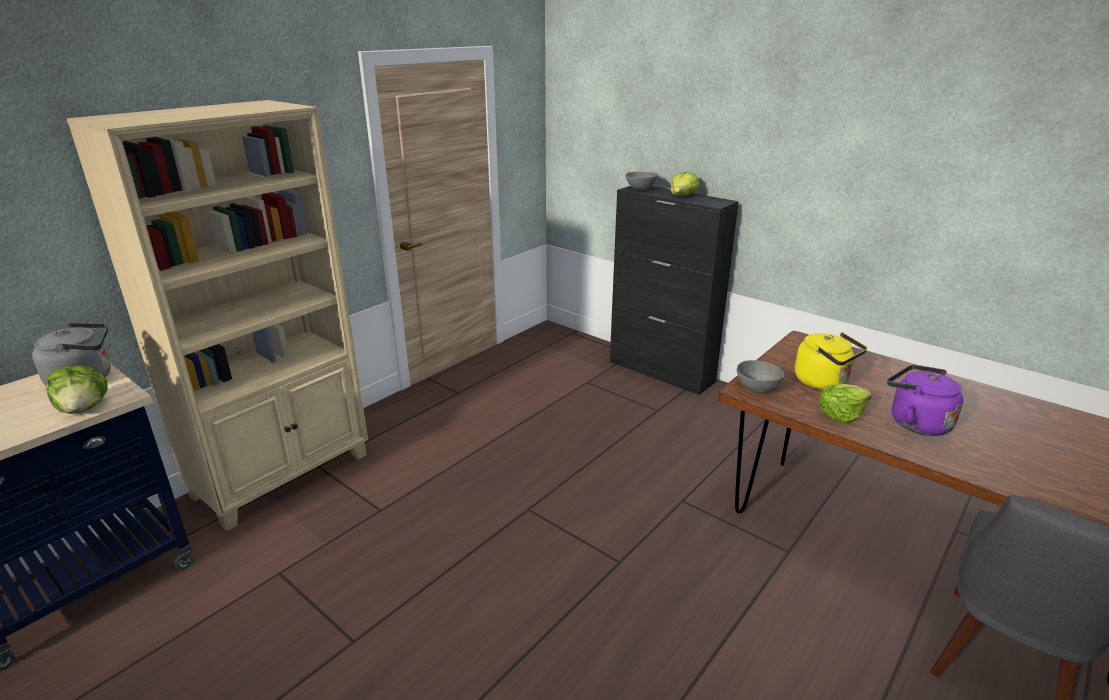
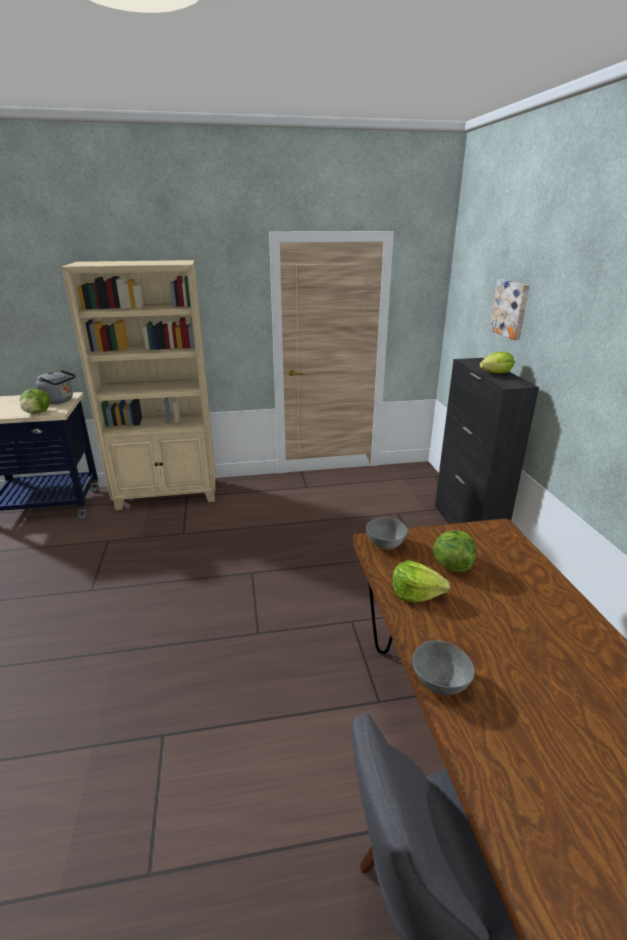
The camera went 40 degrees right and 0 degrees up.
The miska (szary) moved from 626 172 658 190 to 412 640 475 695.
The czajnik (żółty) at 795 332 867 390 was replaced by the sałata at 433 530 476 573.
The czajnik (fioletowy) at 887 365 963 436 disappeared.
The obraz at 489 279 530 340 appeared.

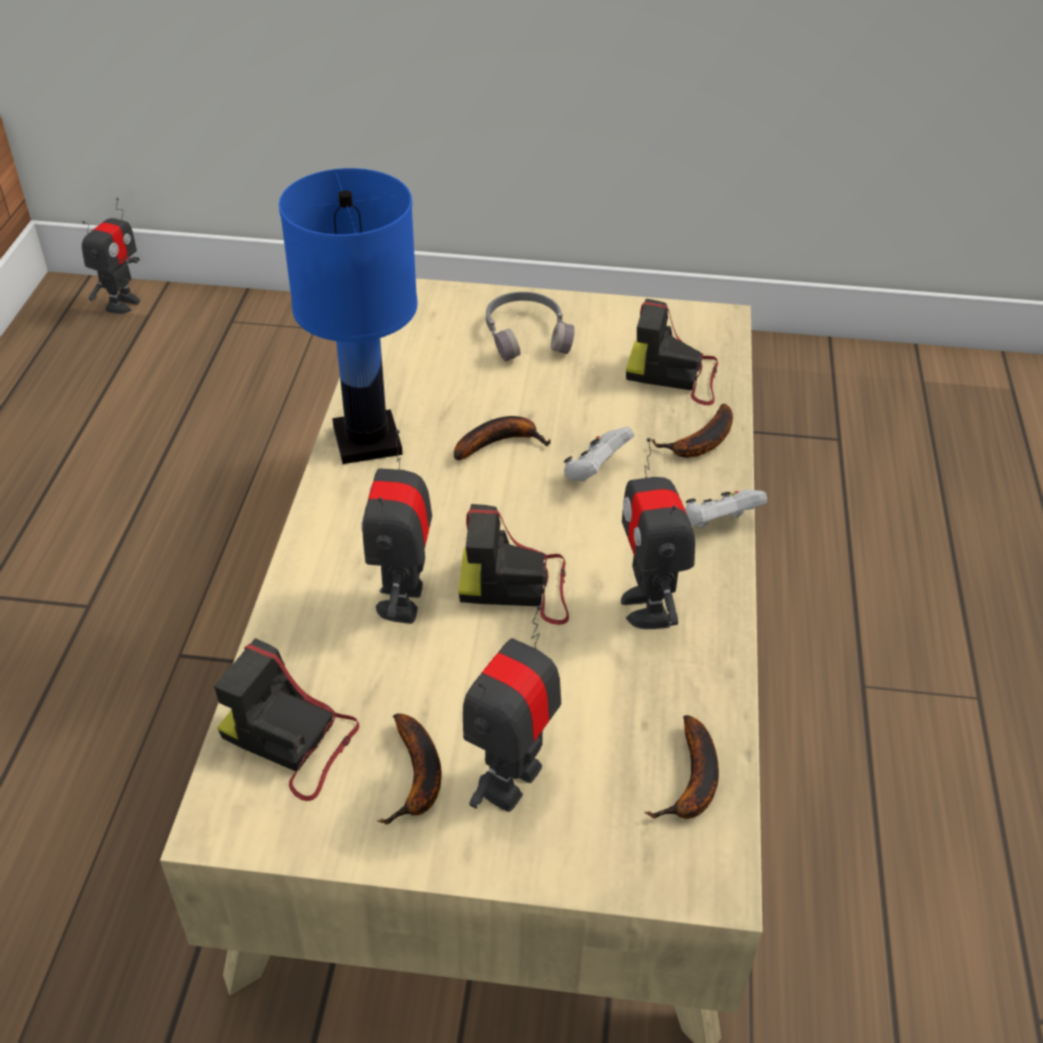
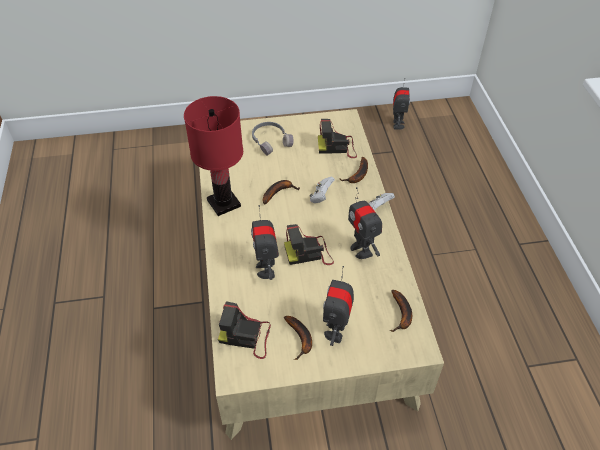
The camera went 15 degrees left and 5 degrees up.
The lampa stołowa (niebieski) at 279 168 418 464 became the lampa stołowa (czerwony) at 184 96 243 216.
The robot zabawkowy moved from 82 198 140 314 to 393 78 410 130.

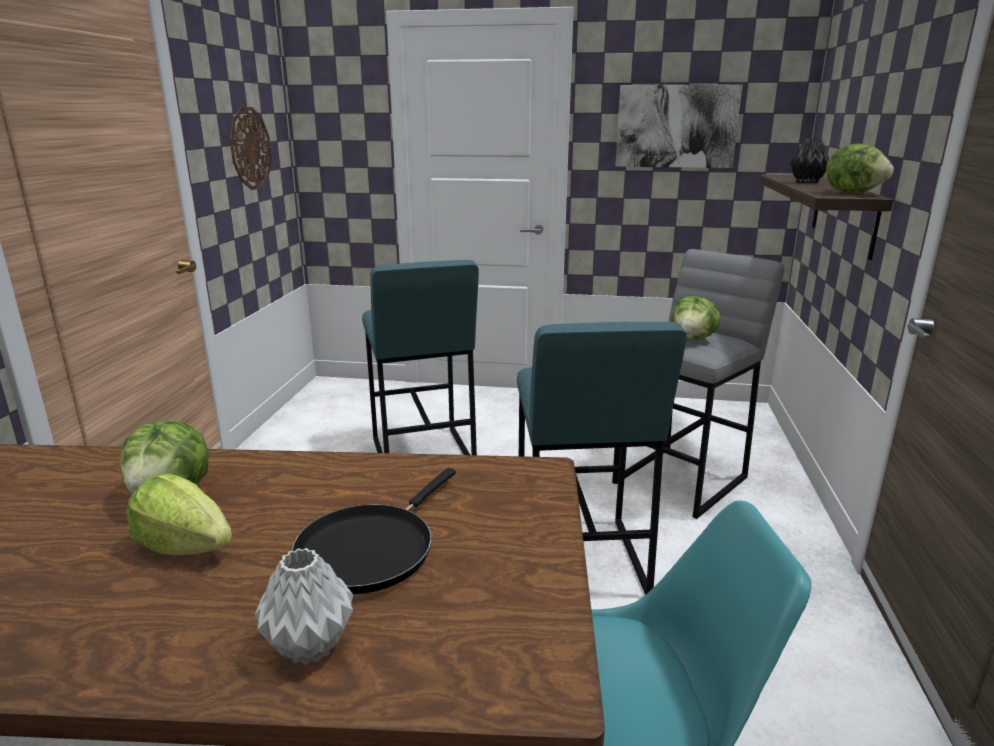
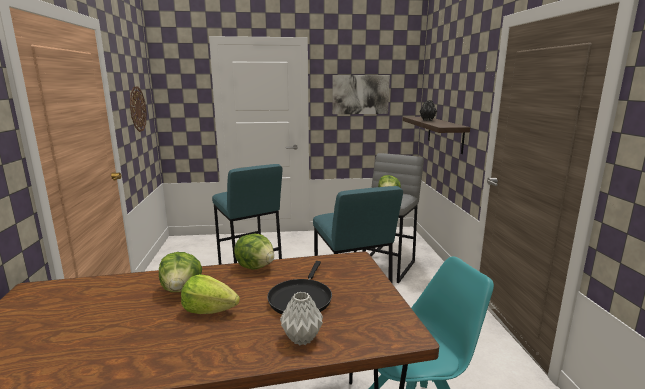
The camera went 15 degrees left and 5 degrees down.
The sałata moved from 826 143 894 193 to 234 234 274 270.

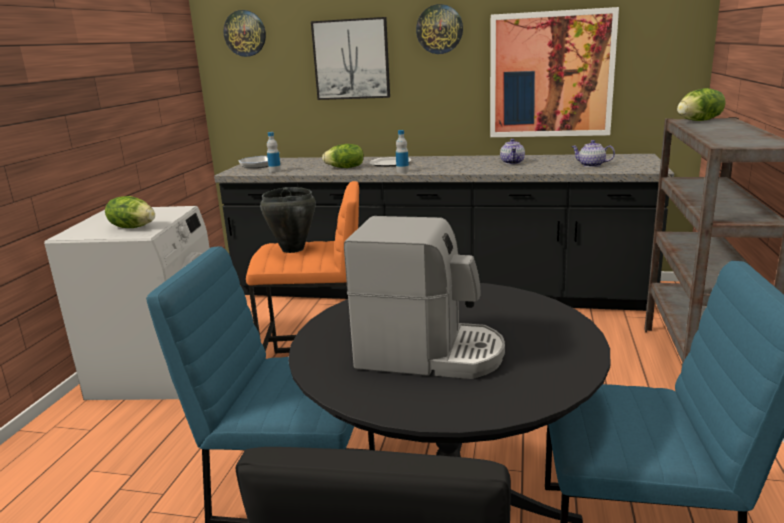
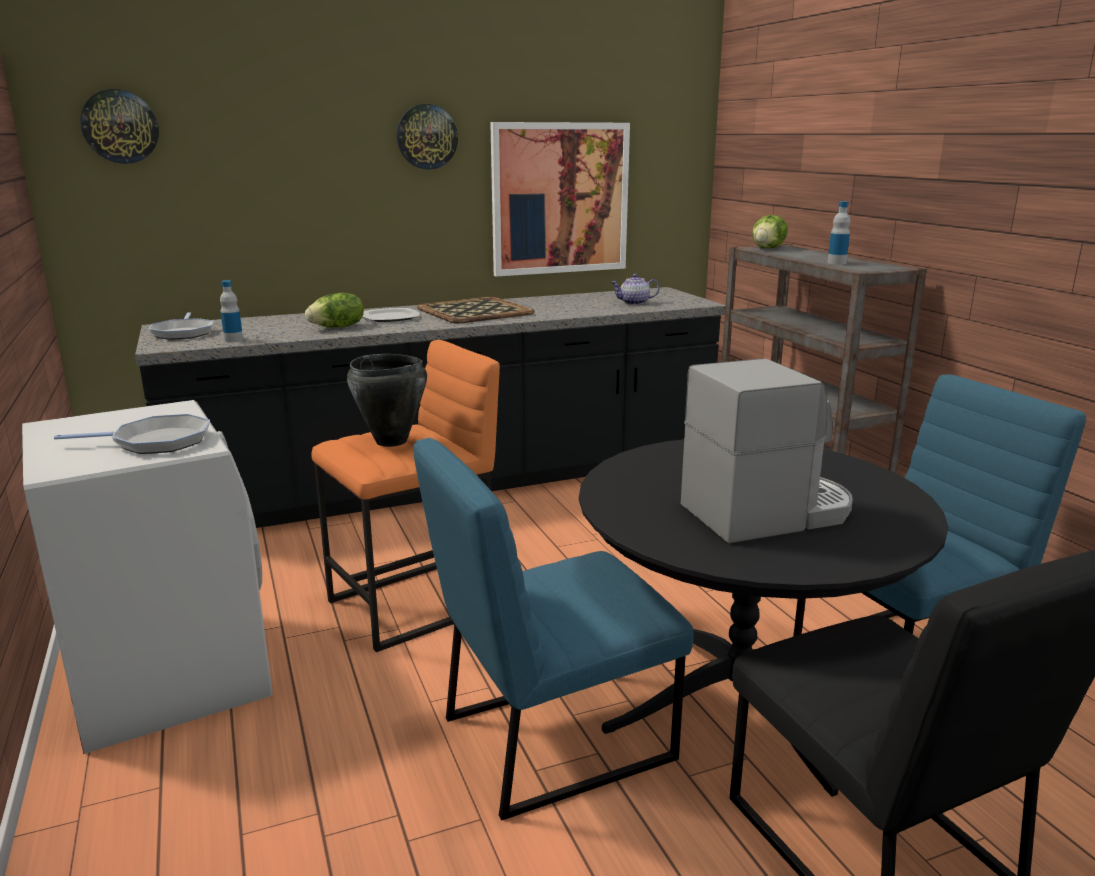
The camera went 35 degrees left and 0 degrees up.
The obraz at 311 17 390 100 disappeared.
The butelka moved from 396 130 409 173 to 828 201 850 264.
The imbryk at 500 139 525 164 disappeared.
The sałata at 105 196 155 228 was replaced by the patelnia at 54 414 210 454.
The taca at 417 297 534 323 appeared.

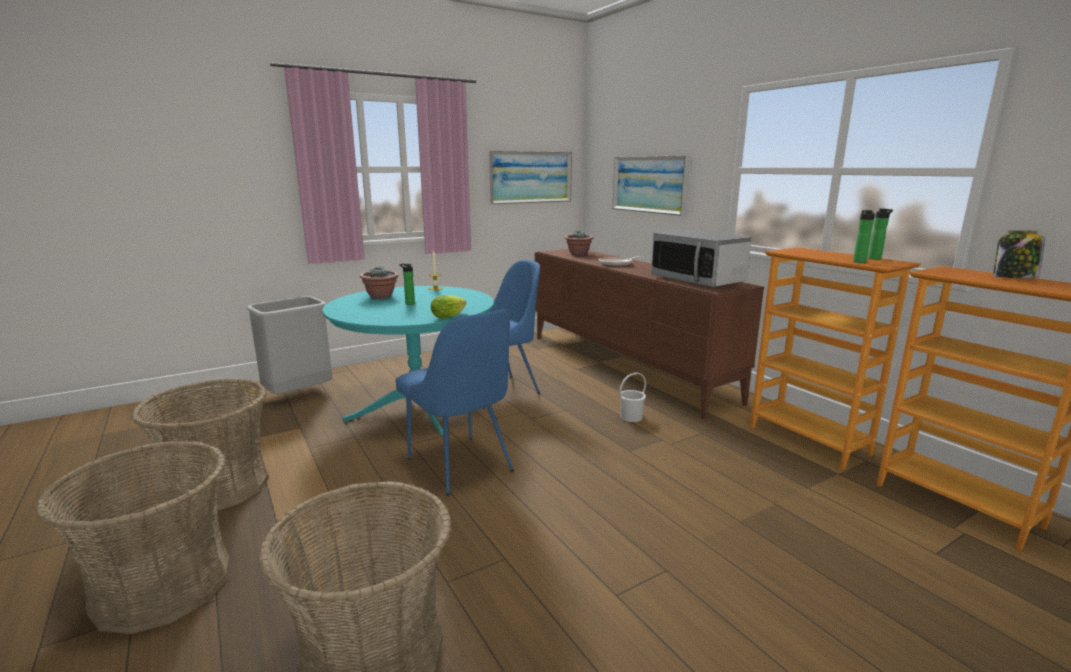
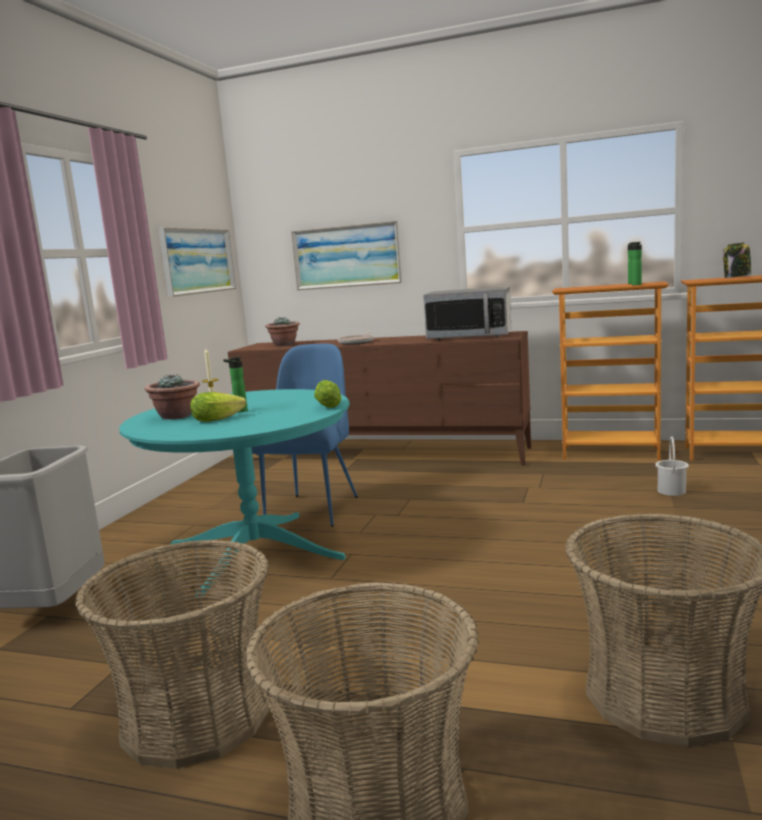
The camera went 40 degrees left and 5 degrees down.
The krzesło (niebieski) at 396 309 514 496 disappeared.
The wiadro (biały) moved from 619 372 646 422 to 655 437 689 496.
The sałata at 190 392 246 422 appeared.

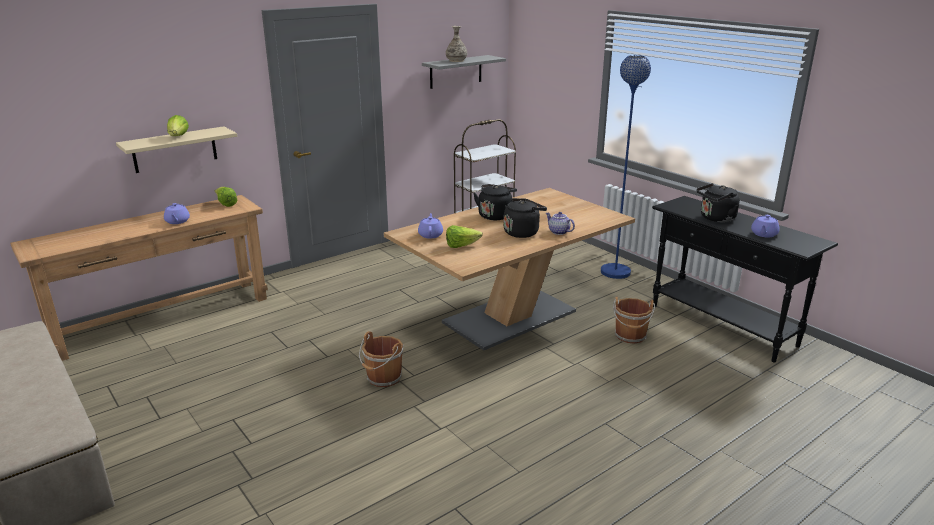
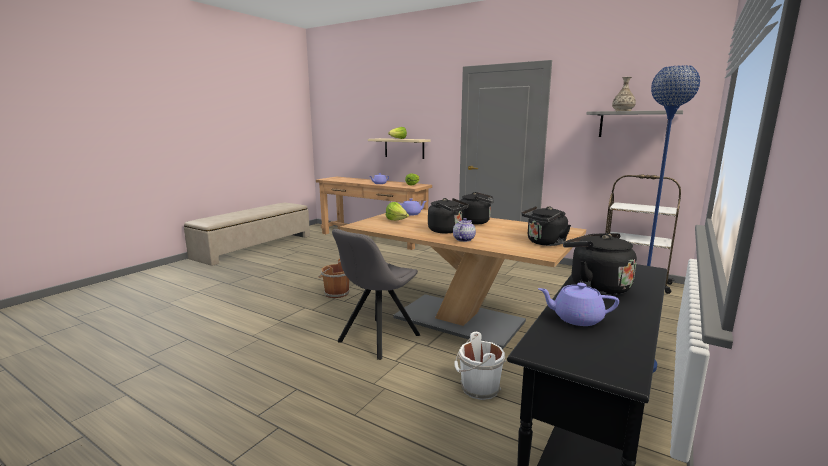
The camera went 70 degrees right and 10 degrees down.
The wiadro (brązowy) at 613 297 655 344 became the wiadro (biały) at 454 332 506 400.
The czajnik (czarny) at 521 206 571 246 appeared.
The krzesło (szary) at 332 229 420 360 appeared.

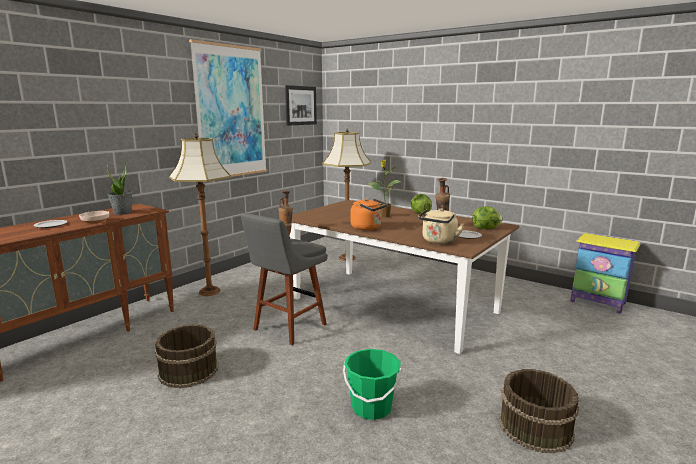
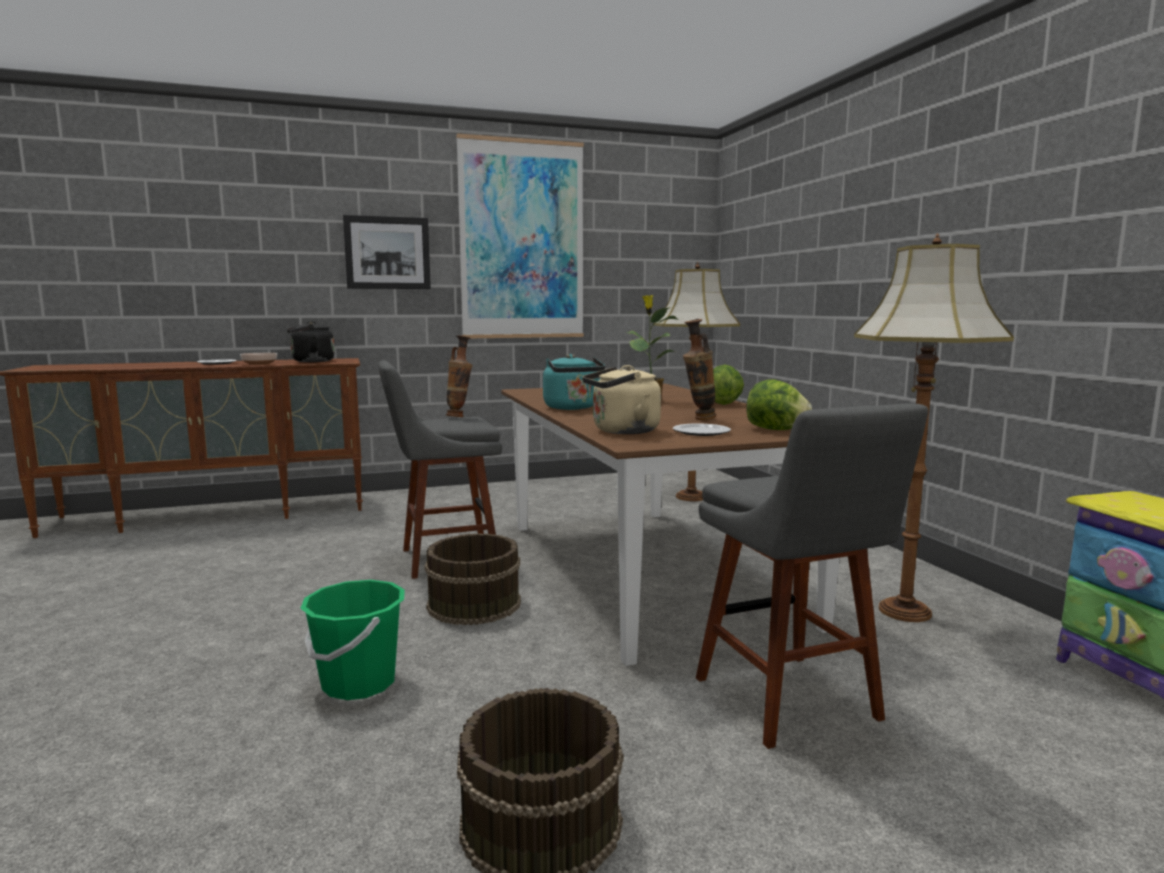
The camera went 35 degrees right and 5 degrees down.
The obraz moved from 285 85 317 126 to 343 215 431 289.
The lampa stojąca moved from 169 135 231 296 to 854 233 1014 622.
The roślina doniczkowa at 106 162 132 215 was replaced by the czajnik (czarny) at 286 321 335 362.
The czajnik (pomarańczowy) at 351 198 387 230 became the czajnik (turkusowy) at 543 354 605 410.
The wiadro (brązowy) moved from 155 324 218 388 to 425 533 521 625.
The stołek (szary) at 696 404 928 749 appeared.

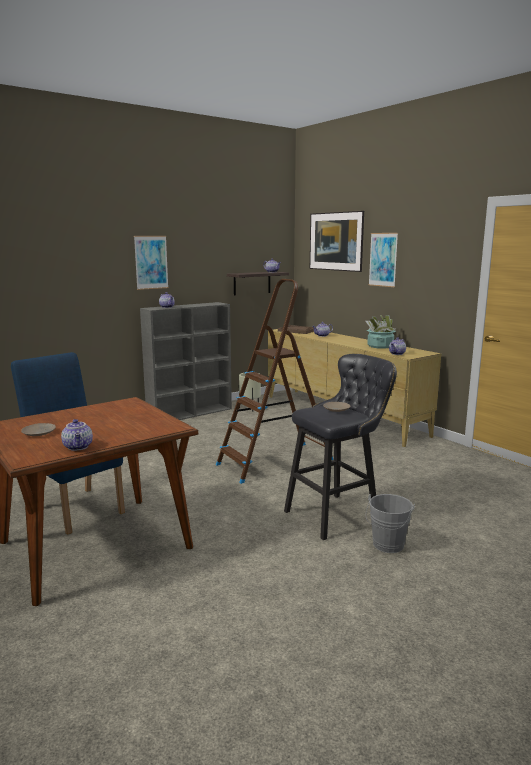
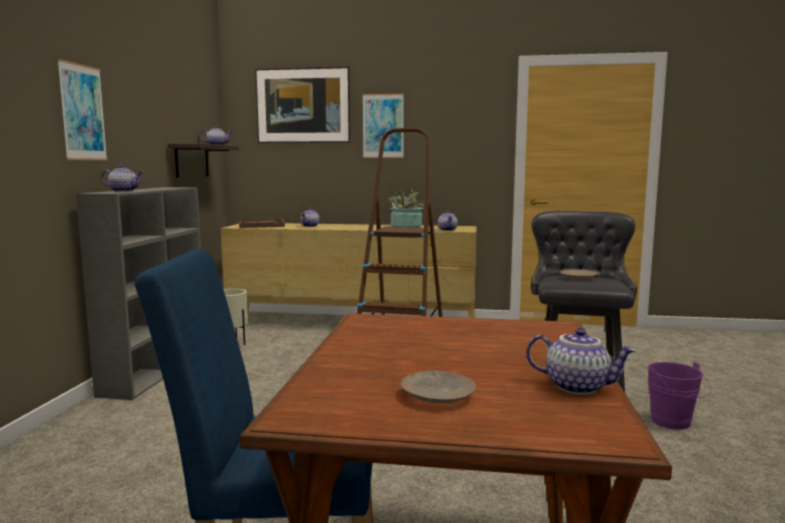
The camera went 45 degrees left and 5 degrees down.
The wiadro (szary) at 366 494 415 553 became the wiadro (fioletowy) at 647 362 711 430.

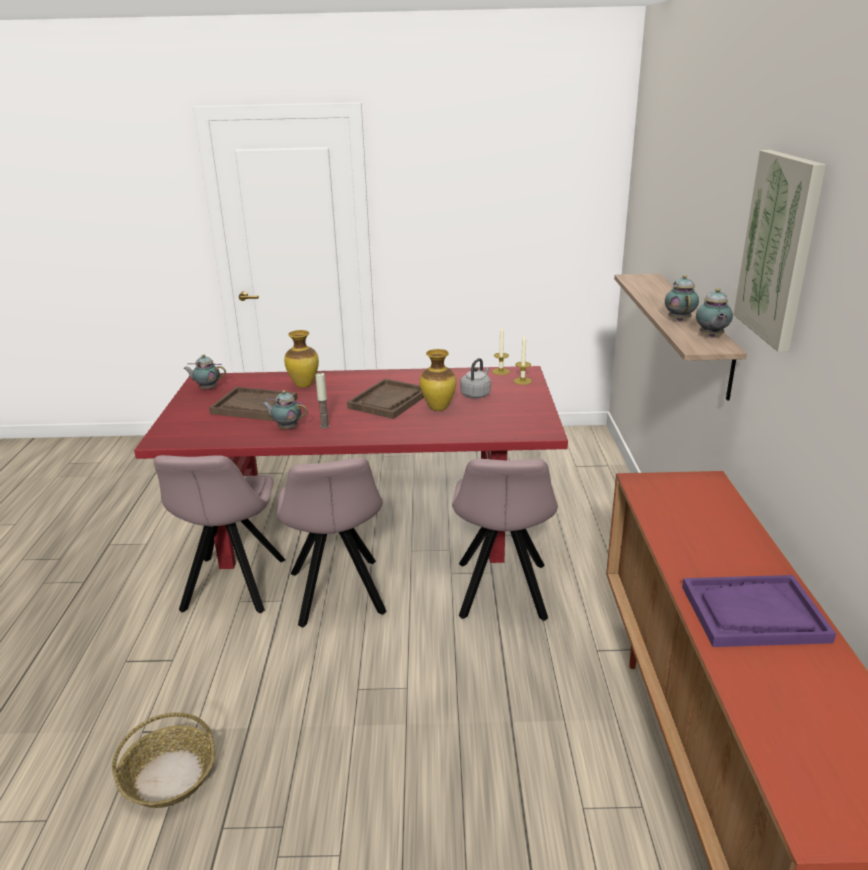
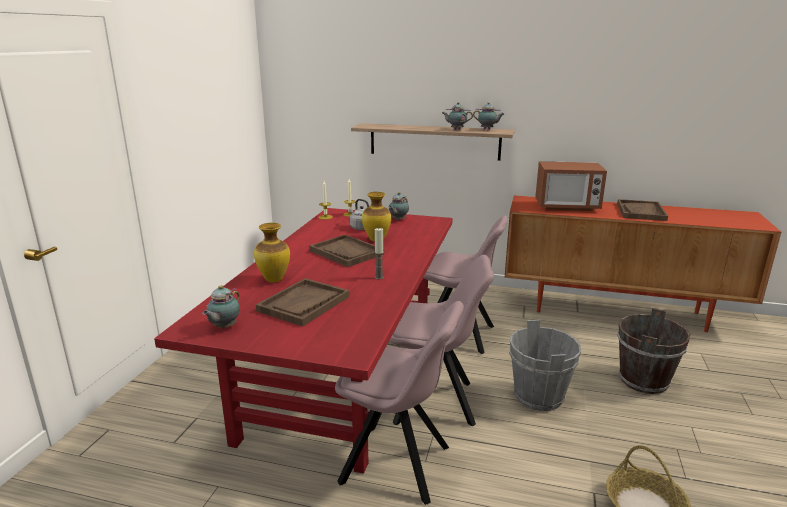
The camera went 75 degrees left and 5 degrees down.
The obraz at 733 150 826 352 disappeared.
The imbryk moved from 262 390 308 429 to 389 192 409 221.
The taca (fioletowy) at 682 575 836 647 became the taca (brązowy) at 617 199 668 221.
The mikrofalówka at 535 161 607 211 appeared.
The wiadro (brązowy) at 617 308 690 394 appeared.
The wiadro (szary) at 509 320 581 411 appeared.

